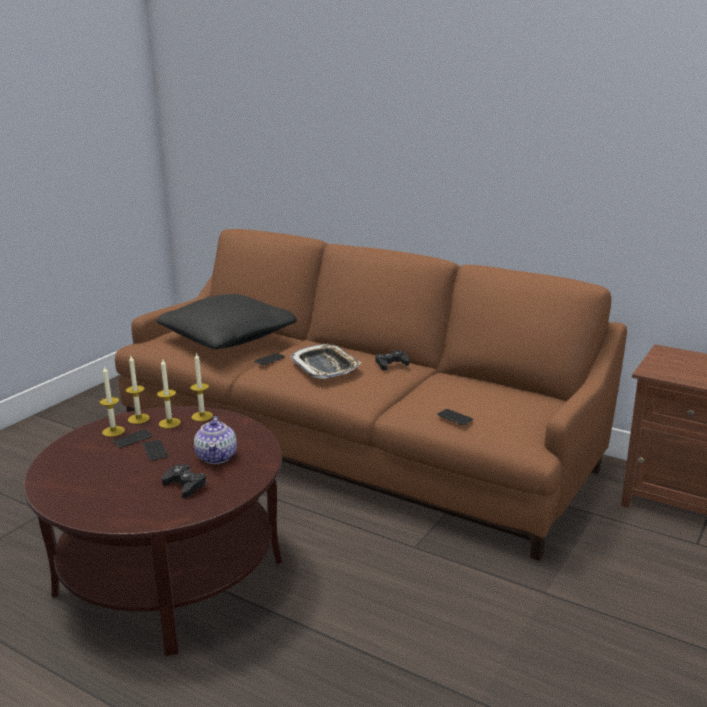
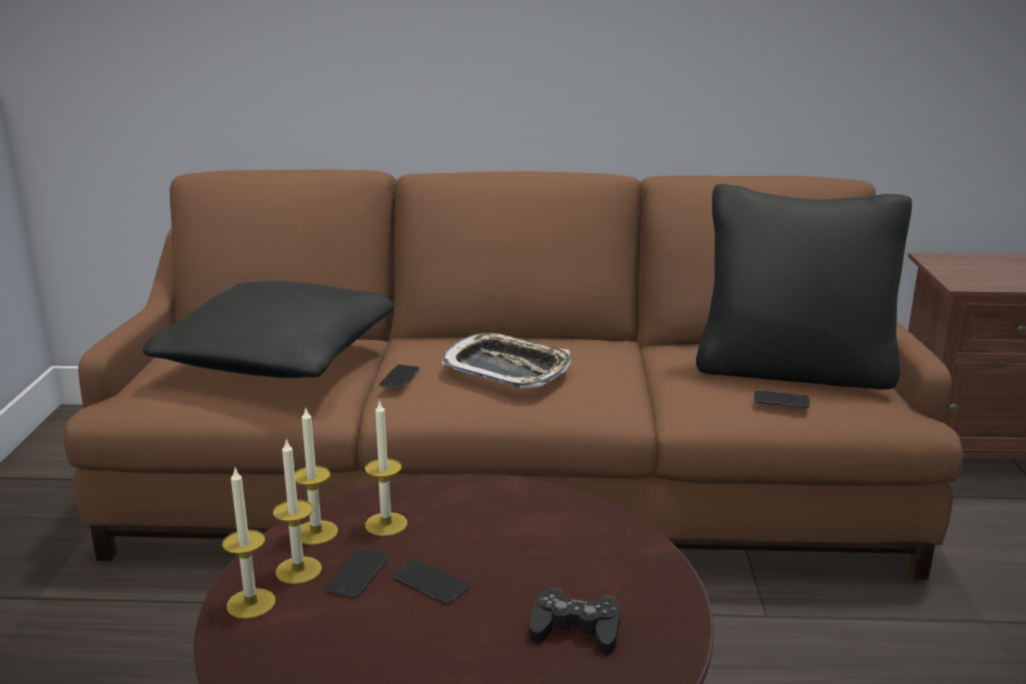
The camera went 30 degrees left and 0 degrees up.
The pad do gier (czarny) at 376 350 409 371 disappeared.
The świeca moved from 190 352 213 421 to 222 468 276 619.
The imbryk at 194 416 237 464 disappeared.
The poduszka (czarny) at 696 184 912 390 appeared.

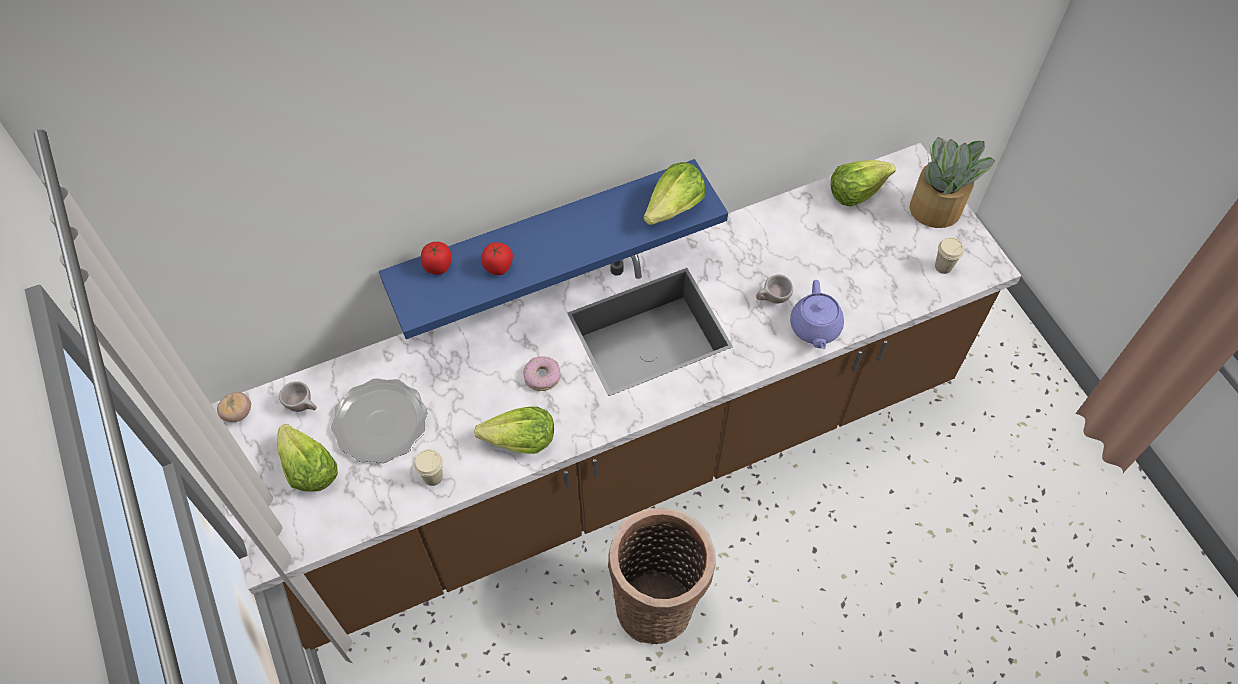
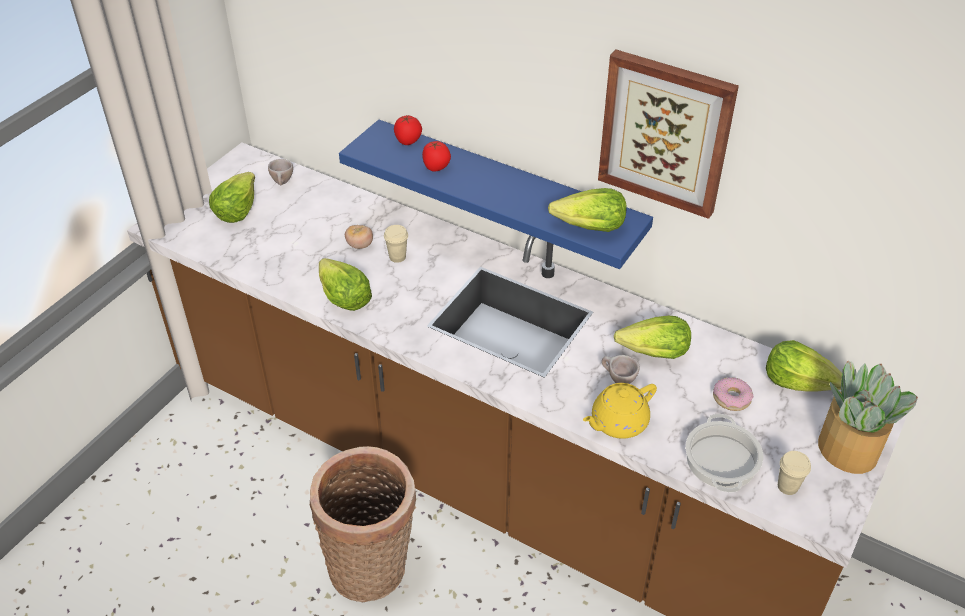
The camera went 55 degrees right and 15 degrees down.
The imbryk (fioletowy) at 790 280 844 349 became the imbryk (żółty) at 583 383 657 439.
The donut moved from 523 356 560 391 to 713 377 753 411.
The talerz at 331 378 427 463 disappeared.
The pomidor moved from 217 392 251 422 to 345 225 373 249.
The filiżanka (beżowy) moved from 414 449 443 486 to 384 225 408 263.
The obraz at 598 50 739 219 appeared.
The sałata at 614 316 691 359 appeared.
The garnek at 685 414 763 492 appeared.

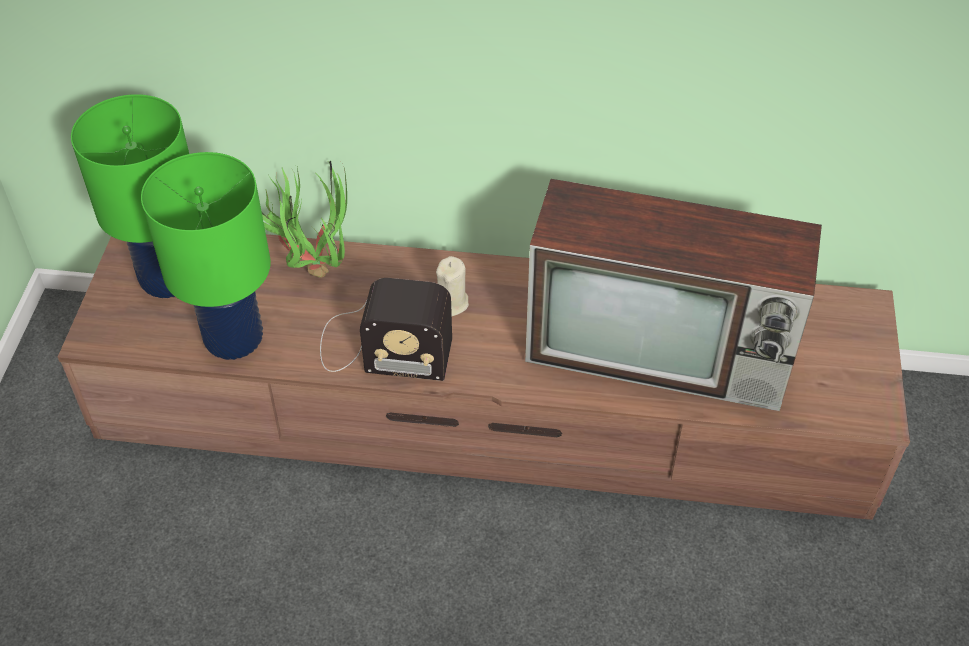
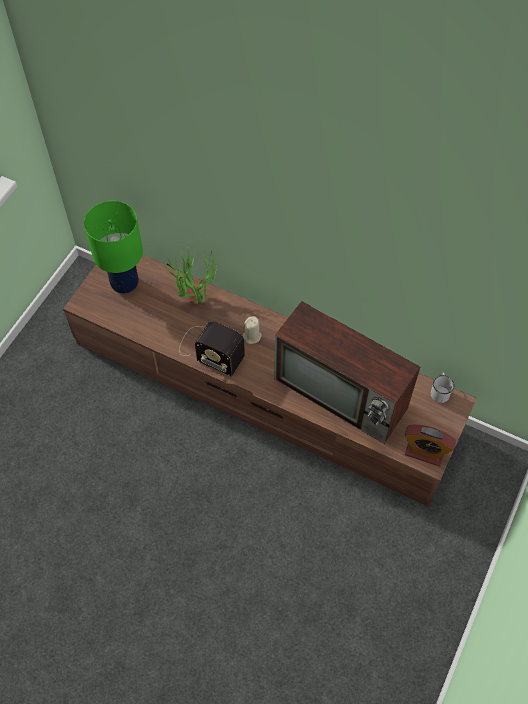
The camera went 20 degrees right and 10 degrees up.
The lampa stołowa (zielony) at 141 152 271 360 disappeared.
The kubek (biały) at 431 373 454 403 appeared.
The budzik at 405 425 456 466 appeared.

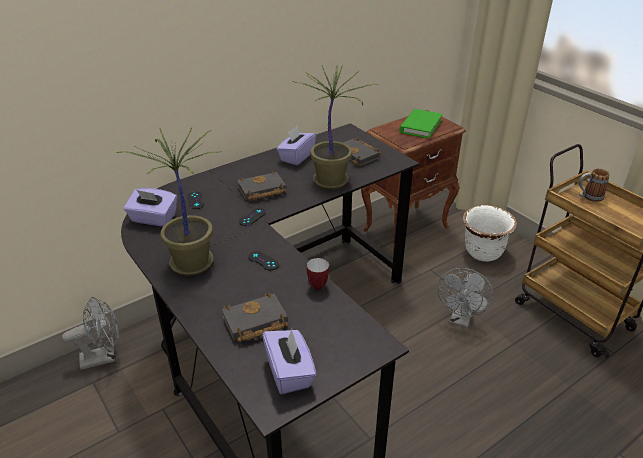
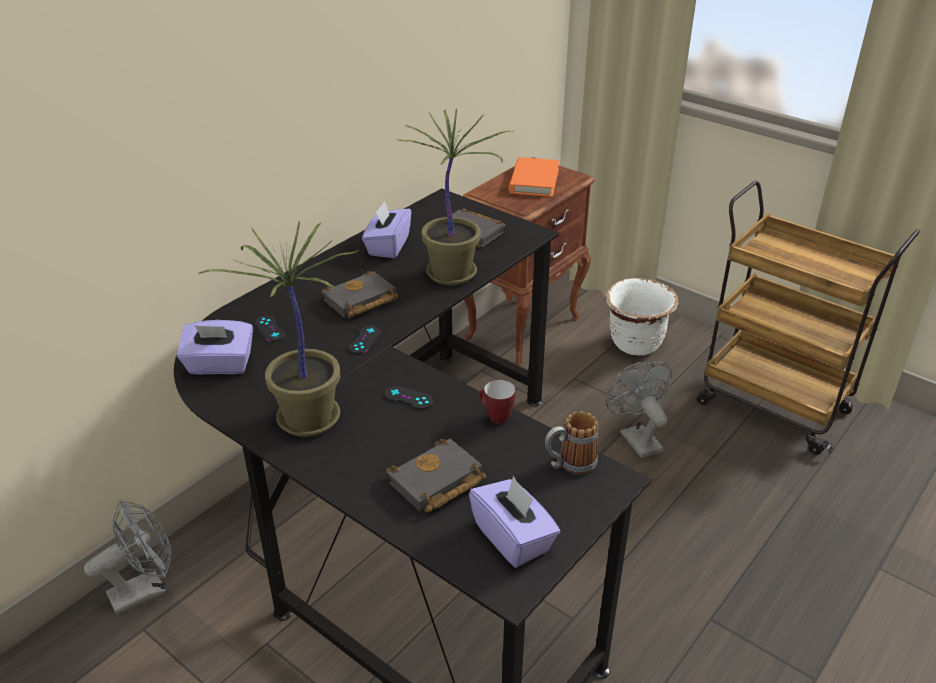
The camera went 15 degrees left and 0 degrees up.
The książka (zielony) at 399 109 443 139 became the książka (pomarańczowy) at 509 157 559 197.
The kubek moved from 579 168 610 202 to 545 411 598 474.
The wentylator (szary) at 438 268 494 328 turned 150 degrees clockwise.

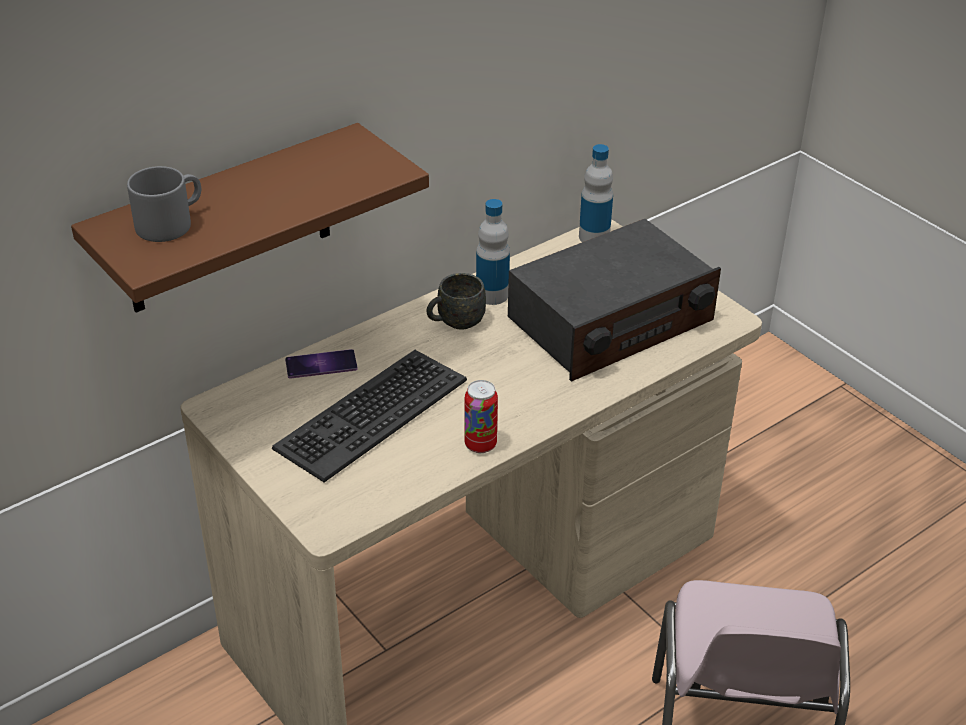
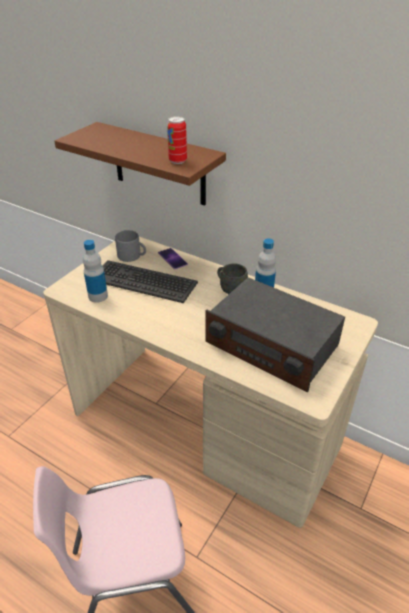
The camera went 70 degrees right and 0 degrees up.
The butelka moved from 579 144 613 242 to 83 240 108 303.
The kubek (szary) moved from 127 166 201 242 to 115 230 146 262.
The puszka moved from 465 380 498 453 to 167 116 187 164.

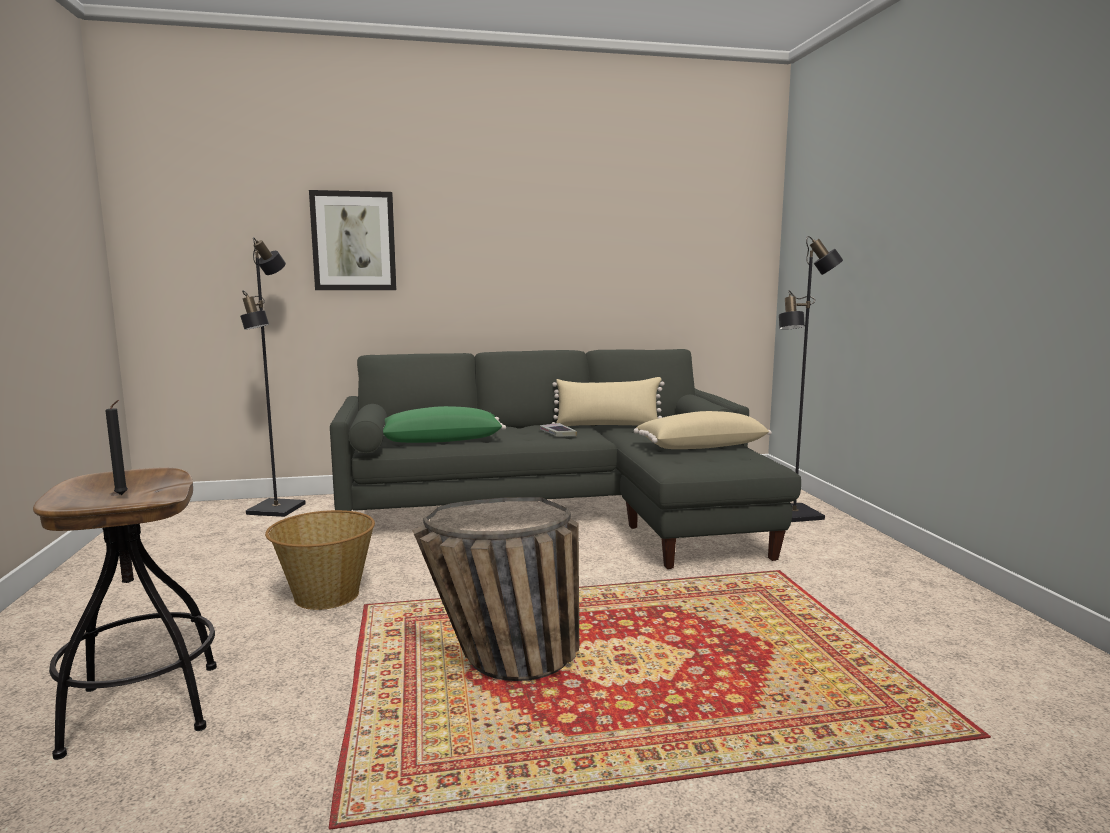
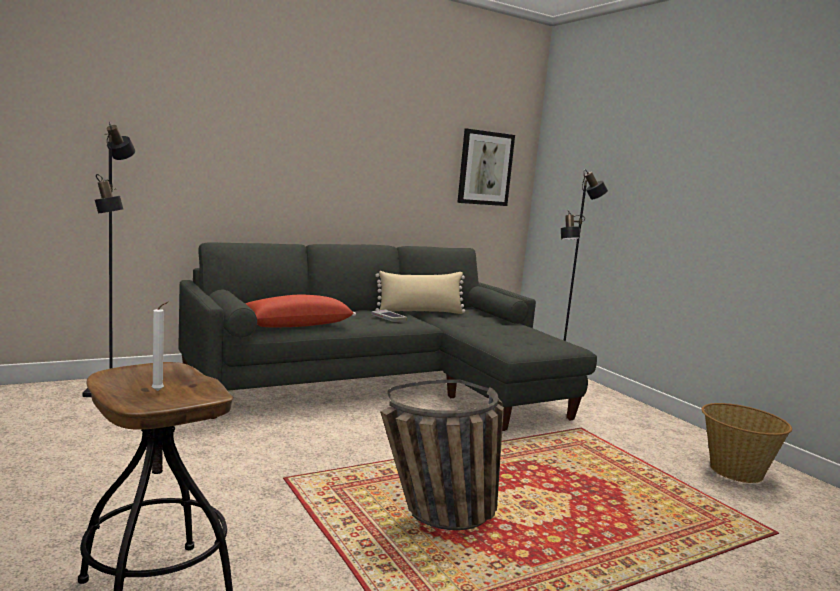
The camera went 20 degrees left and 0 degrees up.
The obraz moved from 309 190 396 290 to 457 129 515 206.
The świeca (czarny) at 105 400 128 495 became the świeca (biały) at 152 302 168 391.
The poduszka (zielony) at 383 406 506 443 became the poduszka (czerwony) at 245 295 356 328.
The poduszka (beżowy) at 633 411 772 449 disappeared.
The koszyk moved from 265 510 375 610 to 701 403 792 483.

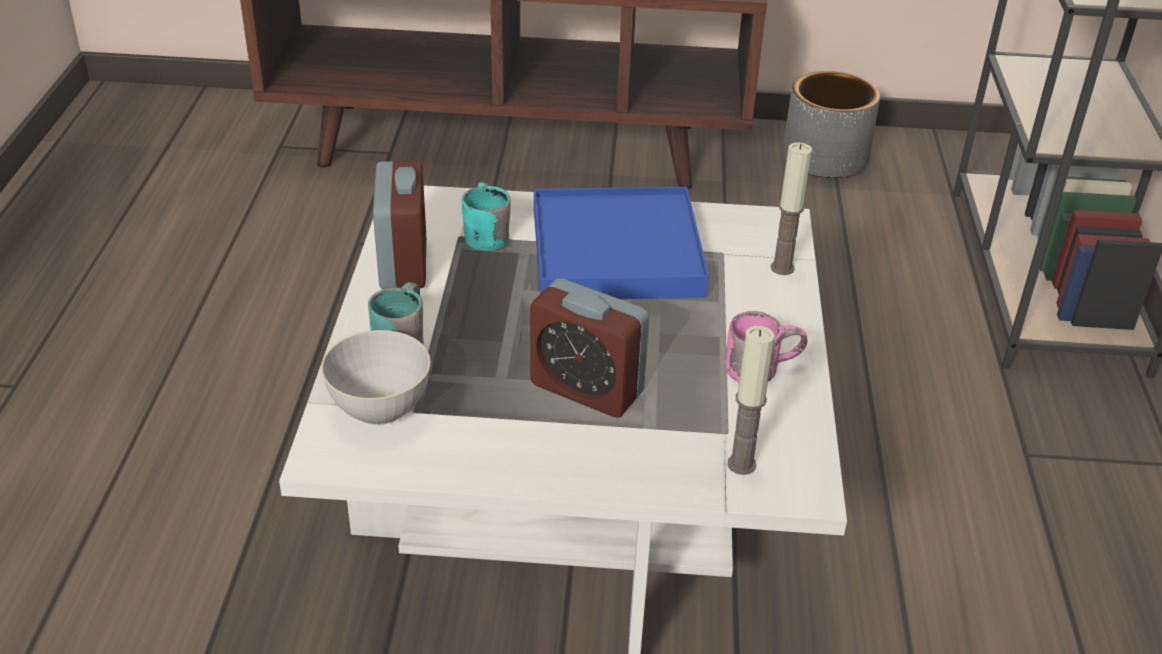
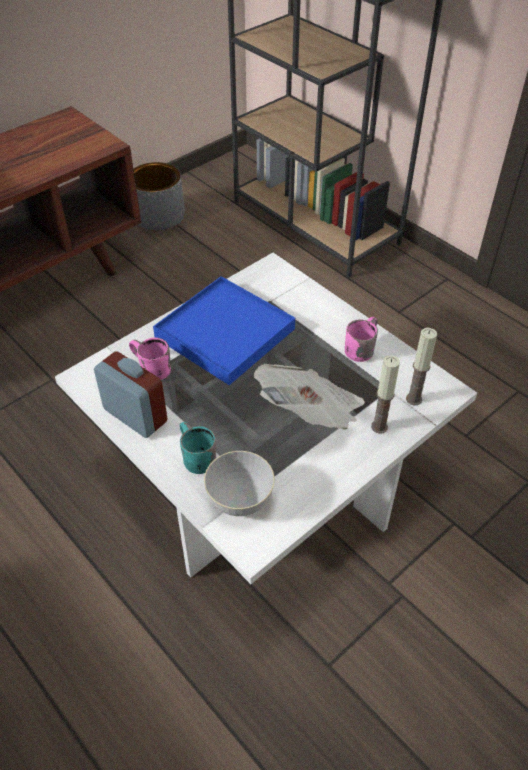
The camera went 45 degrees left and 10 degrees up.
The świeca moved from 771 142 812 275 to 371 355 400 434.
The kubek (turkusowy) at 462 182 511 250 became the kubek (różowy) at 129 337 171 380.
The budzik at 530 279 649 417 was replaced by the gazeta at 254 364 365 430.

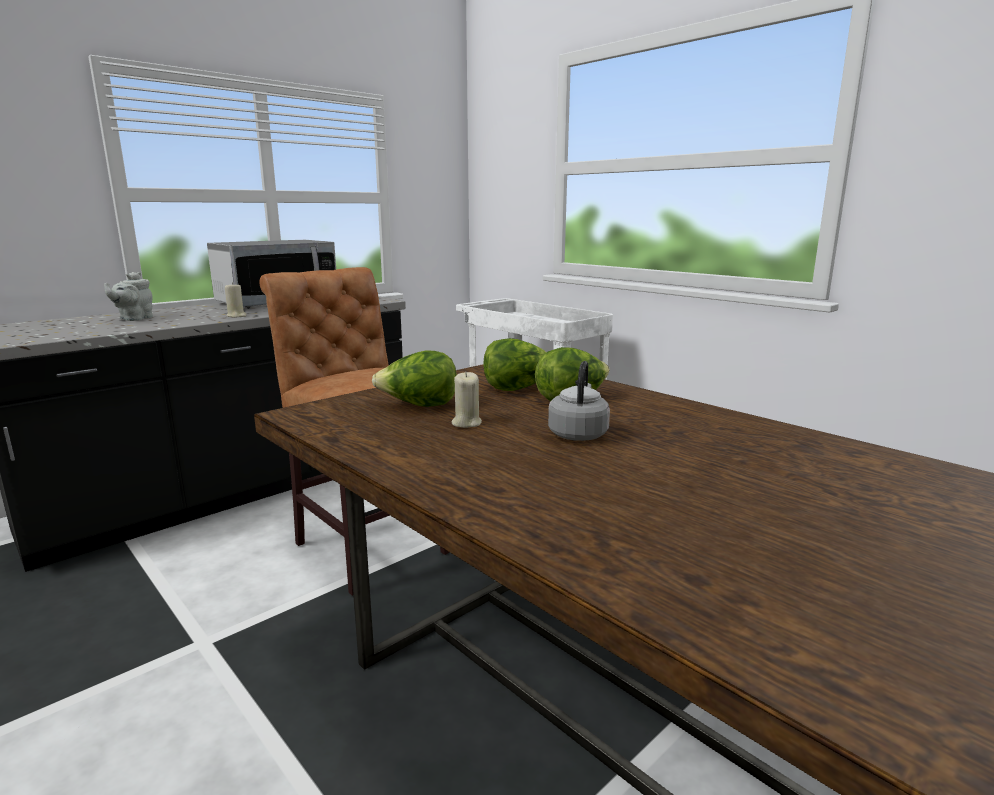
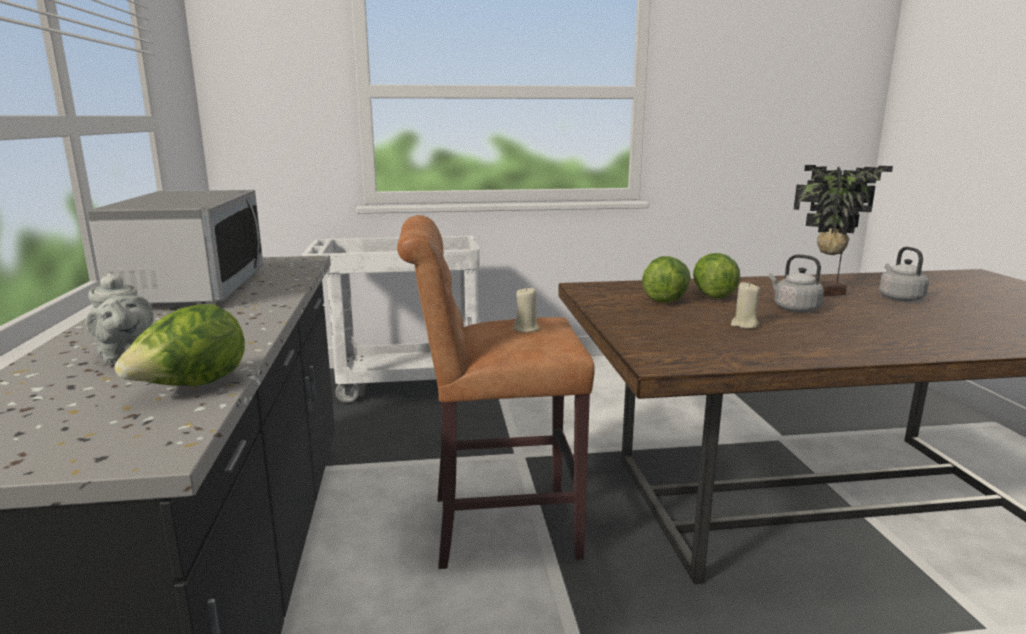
The camera went 55 degrees left and 0 degrees up.
The świeca (beżowy) moved from 225 282 246 318 to 514 287 540 332.
The sałata moved from 372 350 457 407 to 115 304 245 386.
The roślina doniczkowa at 794 165 893 296 appeared.
The czajnik (szary) at 879 247 929 301 appeared.

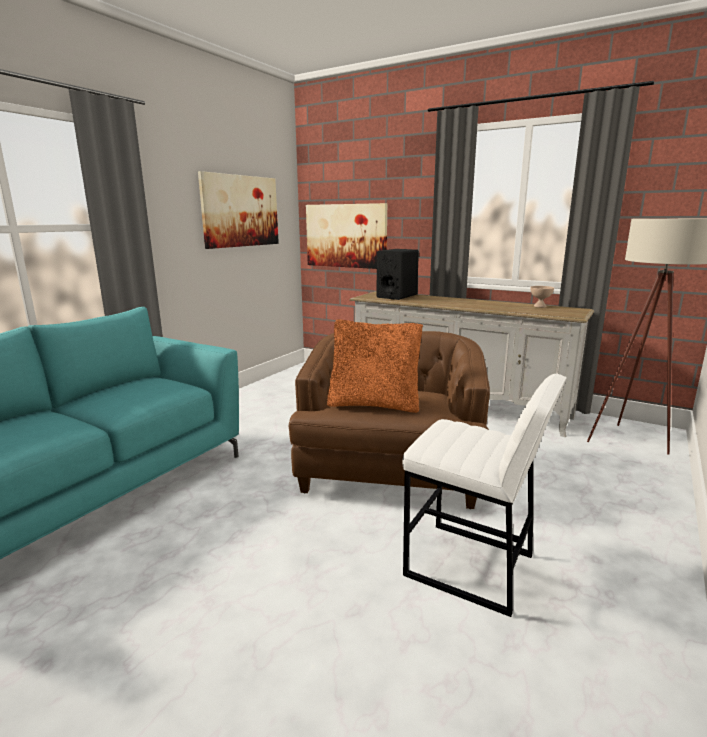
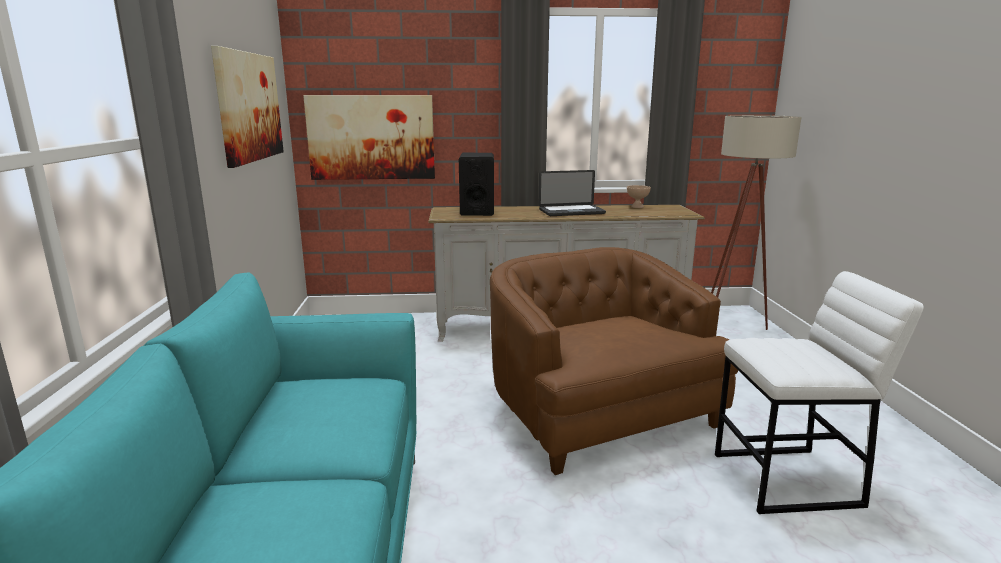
The camera went 35 degrees left and 0 degrees up.
The poduszka (pomarańczowy) at 327 319 423 413 disappeared.
The laptop at 539 170 606 216 appeared.

